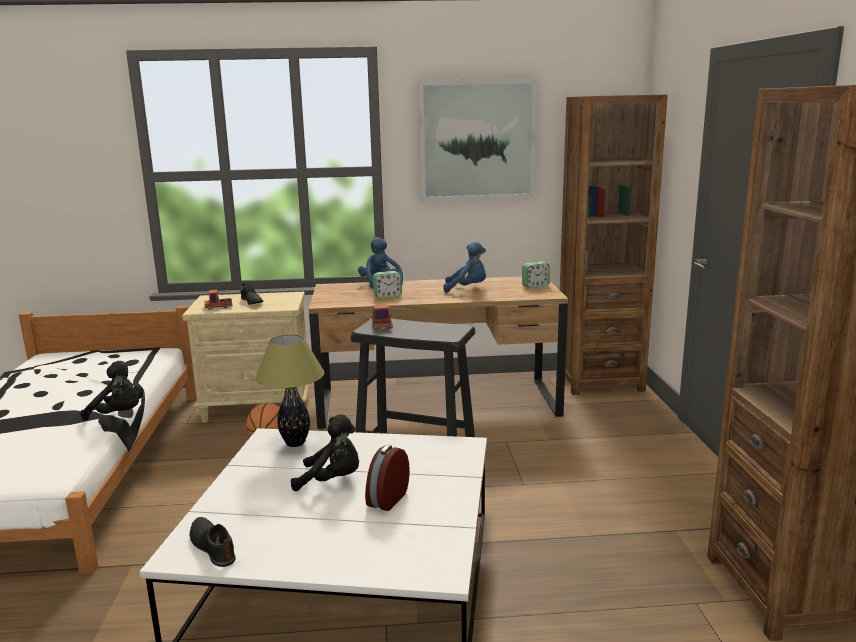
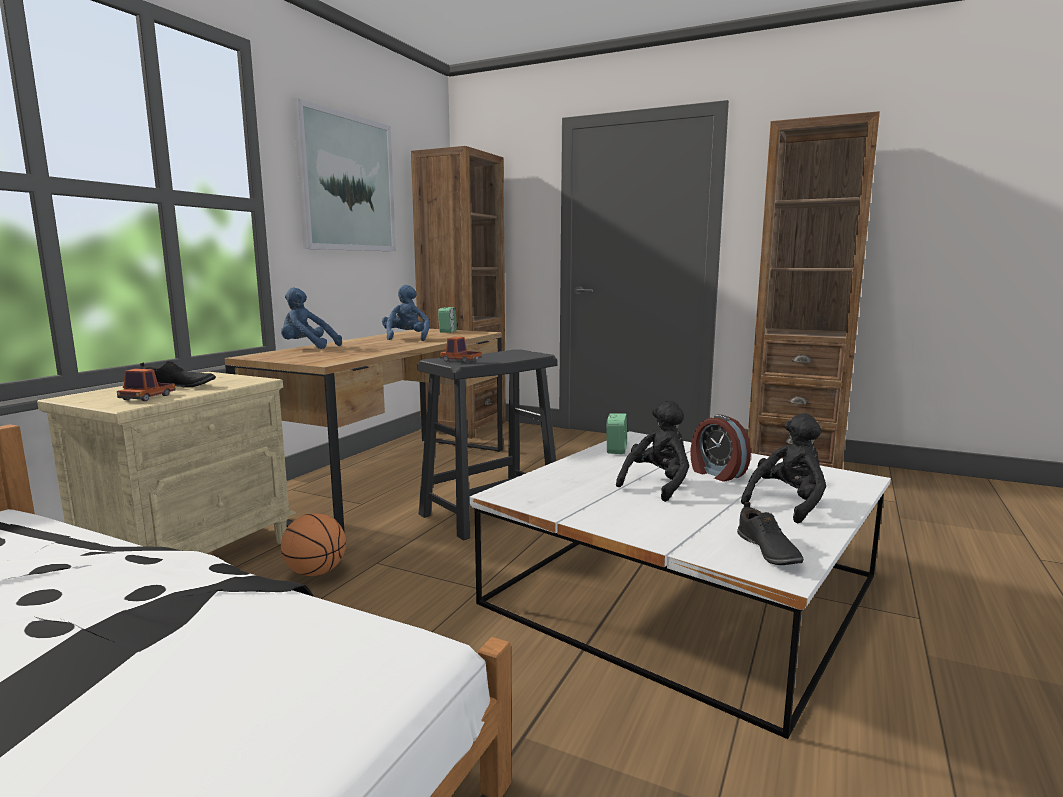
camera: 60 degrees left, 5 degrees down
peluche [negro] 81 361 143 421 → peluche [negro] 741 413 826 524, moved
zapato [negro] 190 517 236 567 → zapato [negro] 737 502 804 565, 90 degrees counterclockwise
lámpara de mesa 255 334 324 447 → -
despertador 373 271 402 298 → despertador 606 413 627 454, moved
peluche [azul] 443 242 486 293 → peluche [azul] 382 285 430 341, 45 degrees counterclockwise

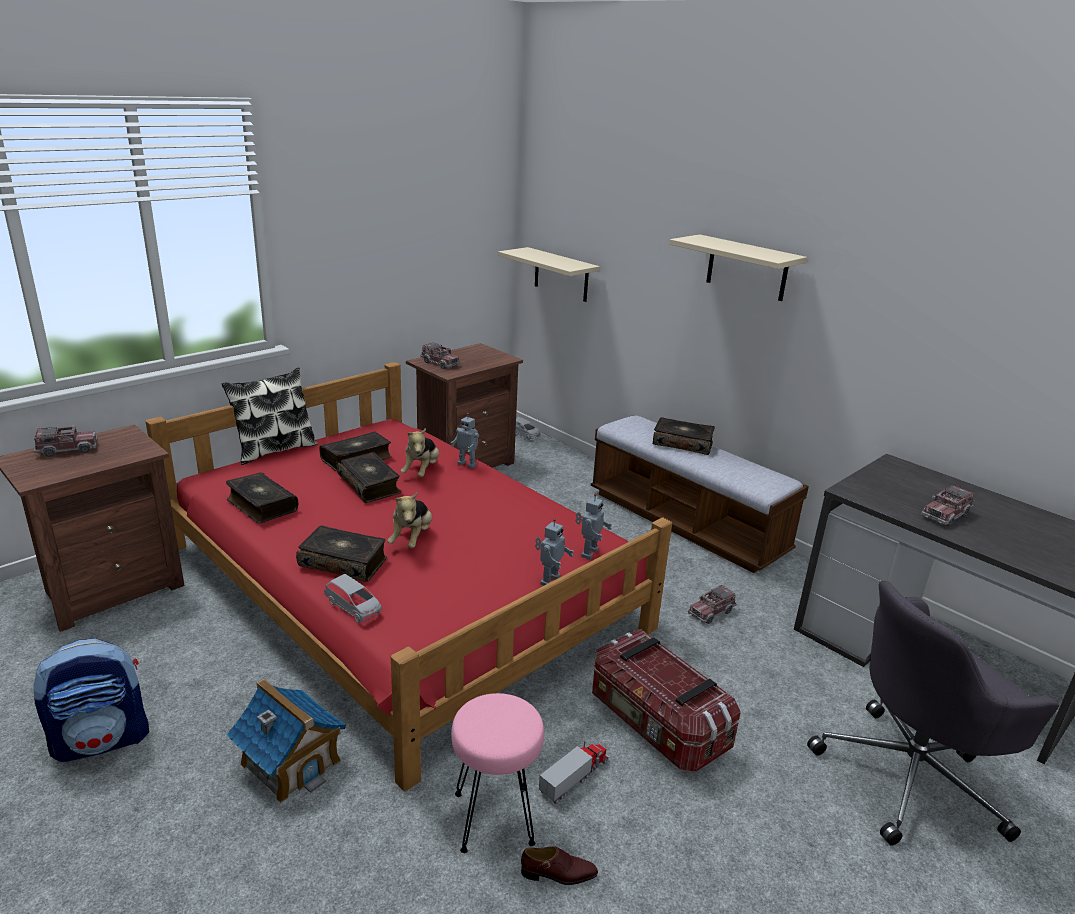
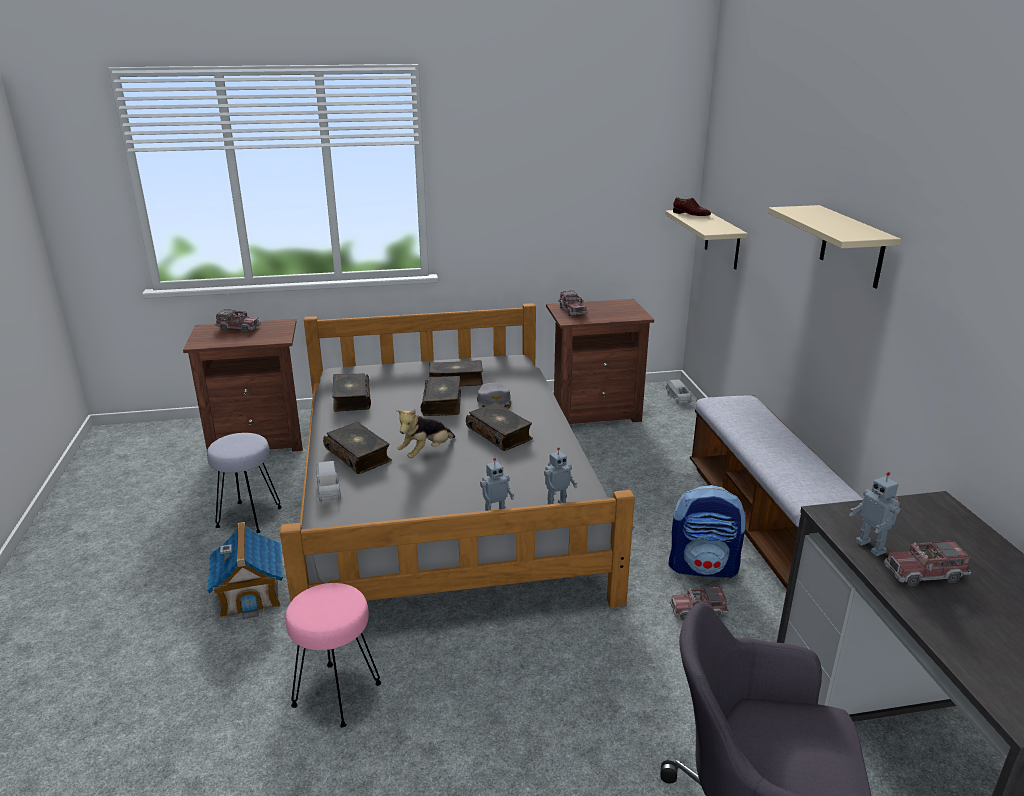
camera: 35 degrees right, 0 degrees up
mochila 33 638 149 762 → mochila 669 485 747 579, moved
cama [rojo] 145 362 672 791 → cama [gris] 280 303 635 646
cojín 222 367 318 465 → -
peluche 400 428 440 477 → gorra [gris] 477 383 511 409
robot de juguete 451 413 479 469 → robot de juguete 849 472 900 556, moved
zapato [marrón] 521 846 598 885 → zapato [marrón] 673 197 711 216, moved
camión de juguete 539 741 609 804 → -
caja de almacenaje 592 629 741 772 → -
libro 653 417 715 455 → libro 466 402 533 451, moved
- → taburete [gris] 207 433 282 533

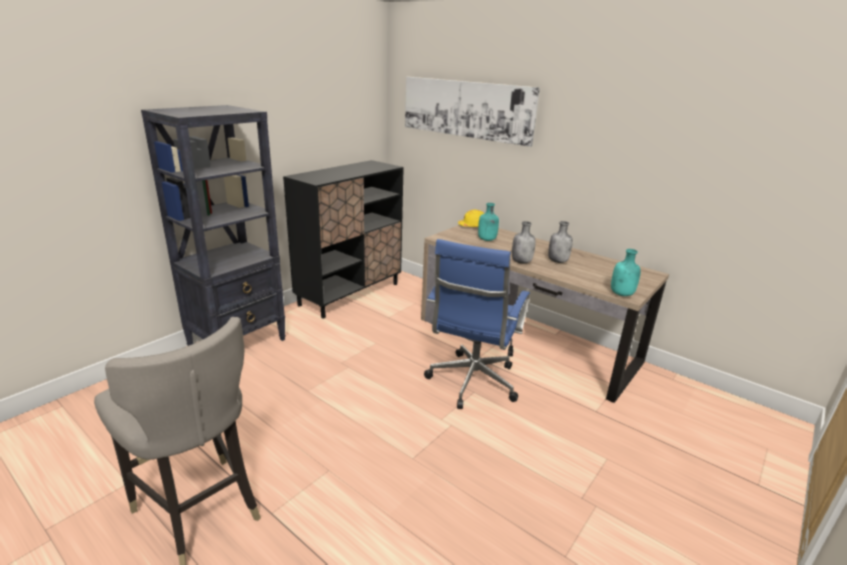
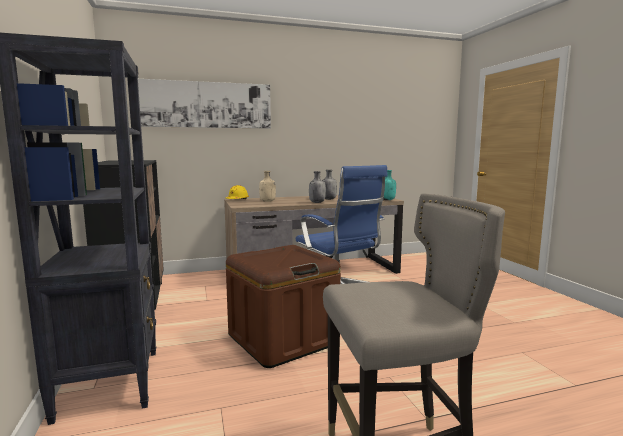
camera: 55 degrees left, 15 degrees down
botella [turquesa] 478 203 499 241 → botella [beis] 259 171 276 202
- → caja de almacenaje [marrón] 226 245 341 368

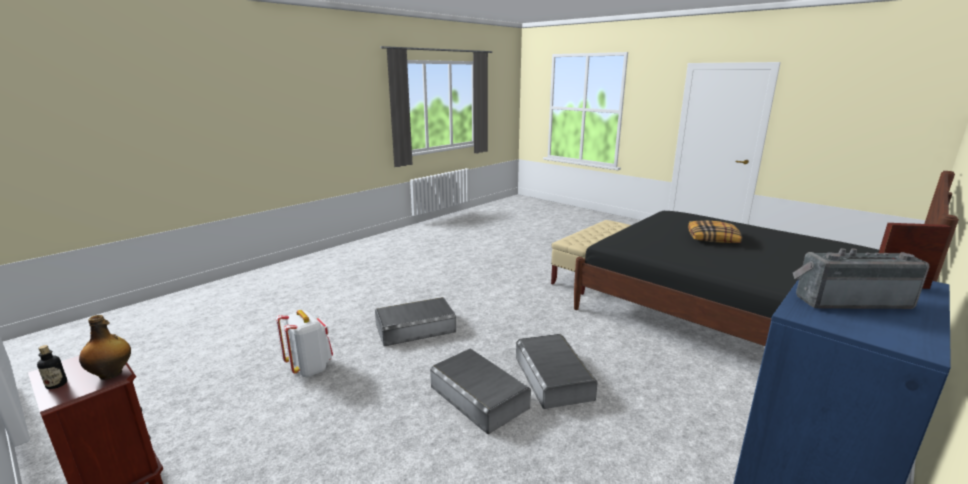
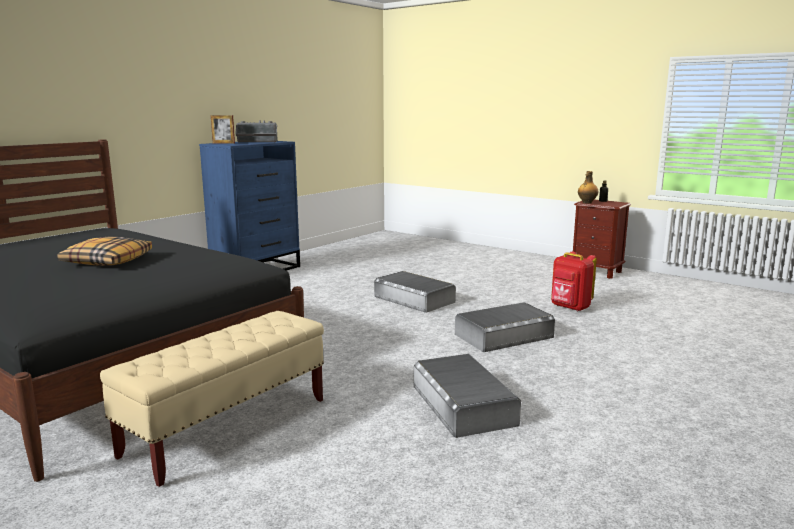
camera: 175 degrees right, 5 degrees down
mochila [blanco] 276 310 333 377 → mochila [rojo] 551 252 597 311
caja de almacenaje [gris] 516 334 598 409 → caja de almacenaje [gris] 414 354 521 438, moved

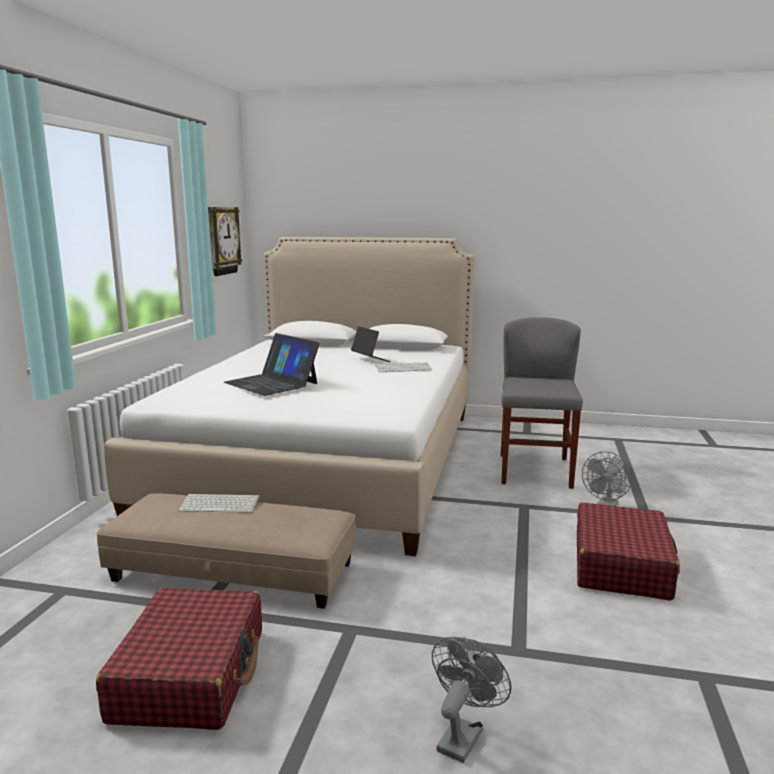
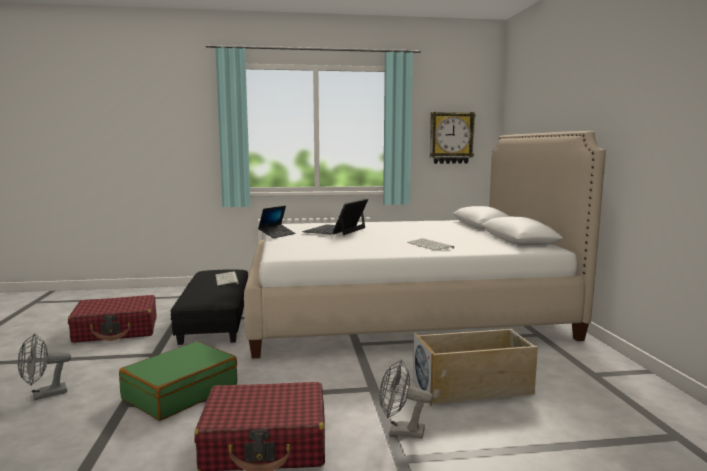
camera: 70 degrees right, 5 degrees down
puf [beis] 97 493 356 609 → puf [negro] 171 270 248 345
portátil 351 326 391 362 → portátil 258 206 296 238, moved
ventilador [gris] 432 637 512 763 → ventilador [gris] 18 333 71 400, 135 degrees clockwise
silla [gris] 501 317 583 489 → caja de almacenaje [beis] 413 329 538 406
- → maleta [verde] 119 342 237 421

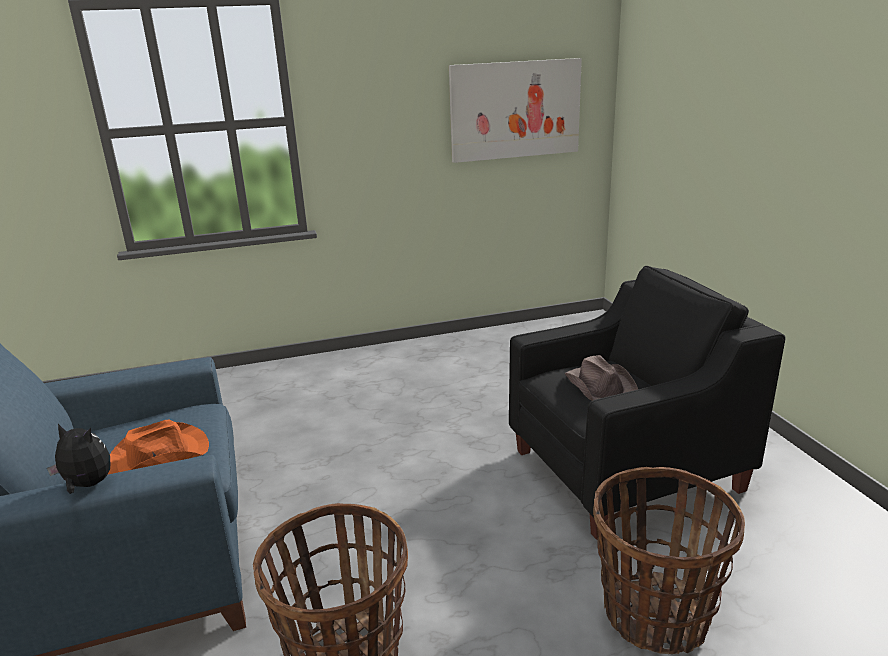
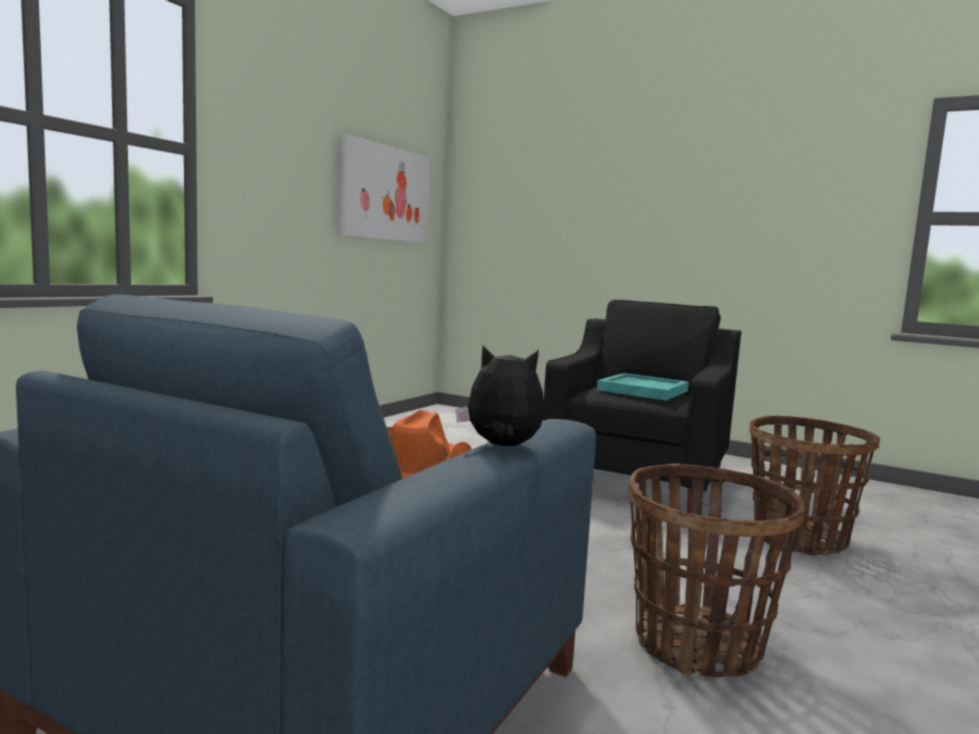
camera: 45 degrees left, 15 degrees down
peluche 47 424 110 494 → peluche 455 345 545 446, 45 degrees clockwise
sombrero [marrón] 564 355 638 401 → bandeja [turquesa] 597 373 689 401

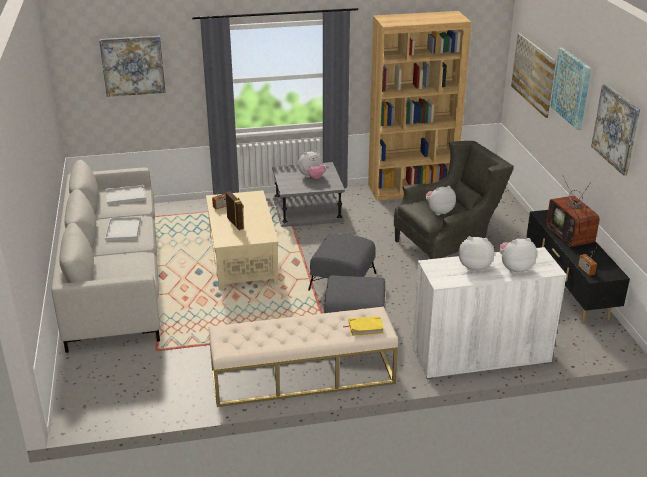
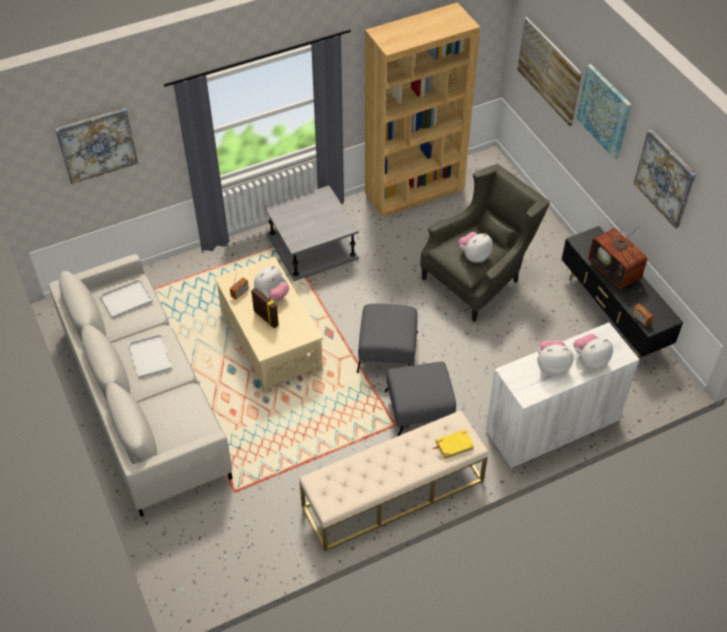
camera: 15 degrees left, 20 degrees up
peluche 298 150 325 179 → peluche 254 266 289 301, moved

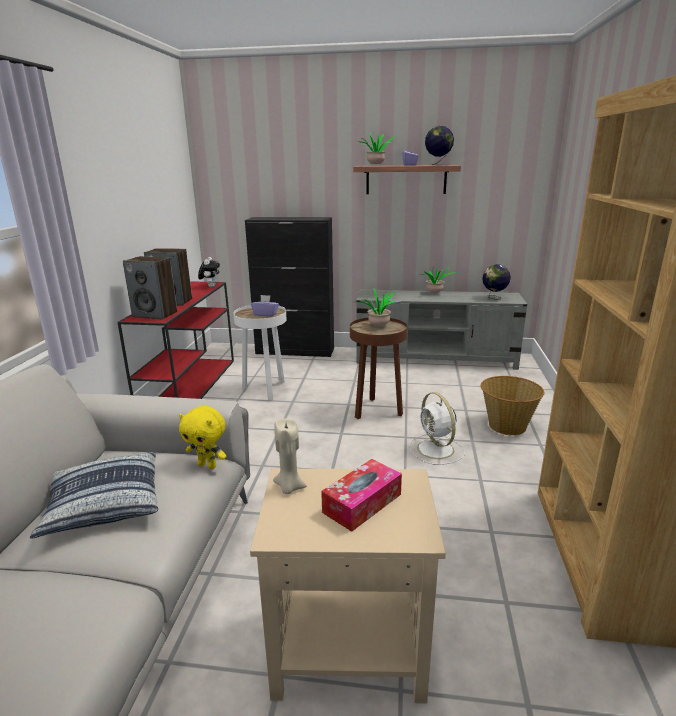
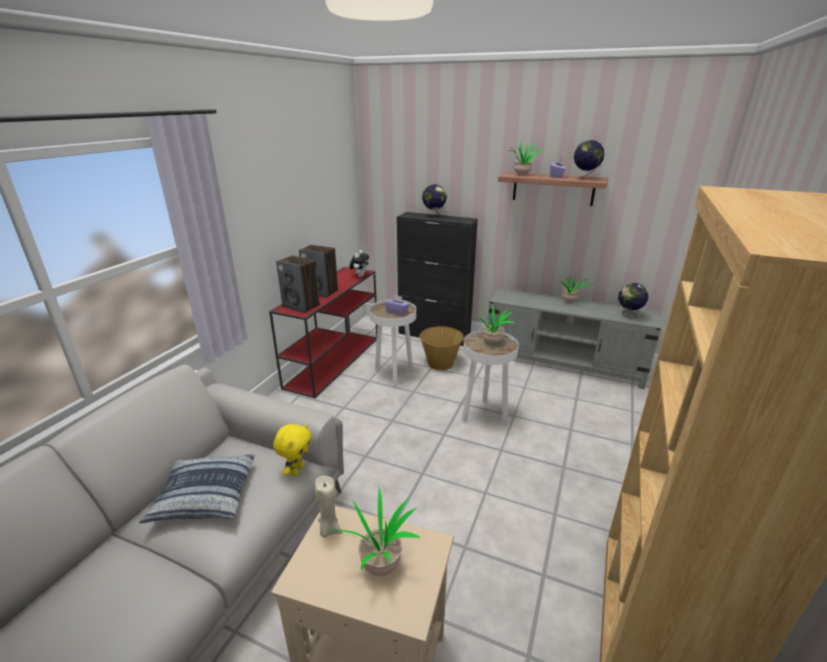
camera: 15 degrees right, 5 degrees up
peluche [amarillo] 179 406 226 469 → peluche [amarillo] 273 423 311 476, 105 degrees counterclockwise
caja de pañuelos 321 459 402 532 → planta en maceta 329 488 420 576
mesa auxiliar [marrón] 350 317 407 419 → mesa auxiliar [blanco] 462 330 519 426
ventilador [blanco] 409 392 465 465 → -
cesta 481 376 544 435 → cesta 420 326 464 370, moved
- → globo terráqueo 422 184 447 219

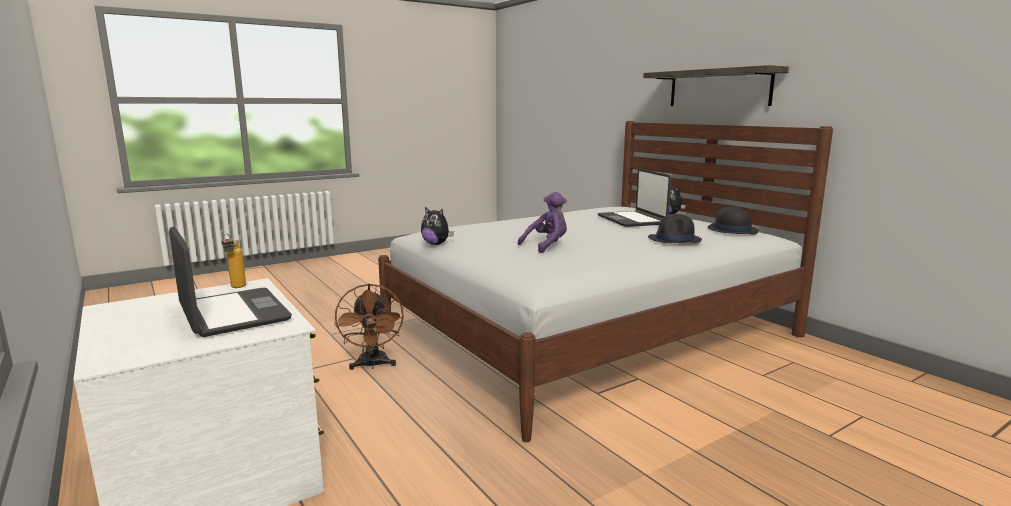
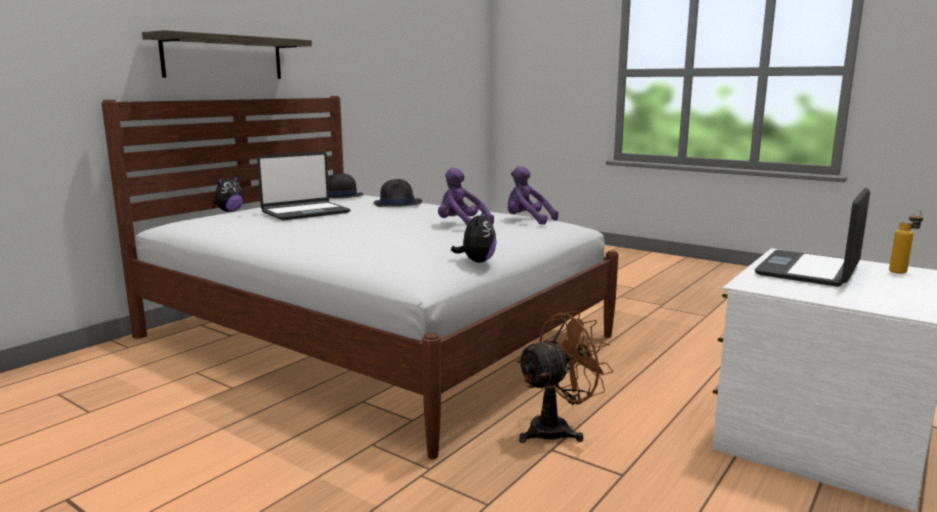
camera: 110 degrees left, 0 degrees up
botella 221 233 246 288 → botella 889 209 923 274, moved
- → peluche [morado] 508 166 558 225

